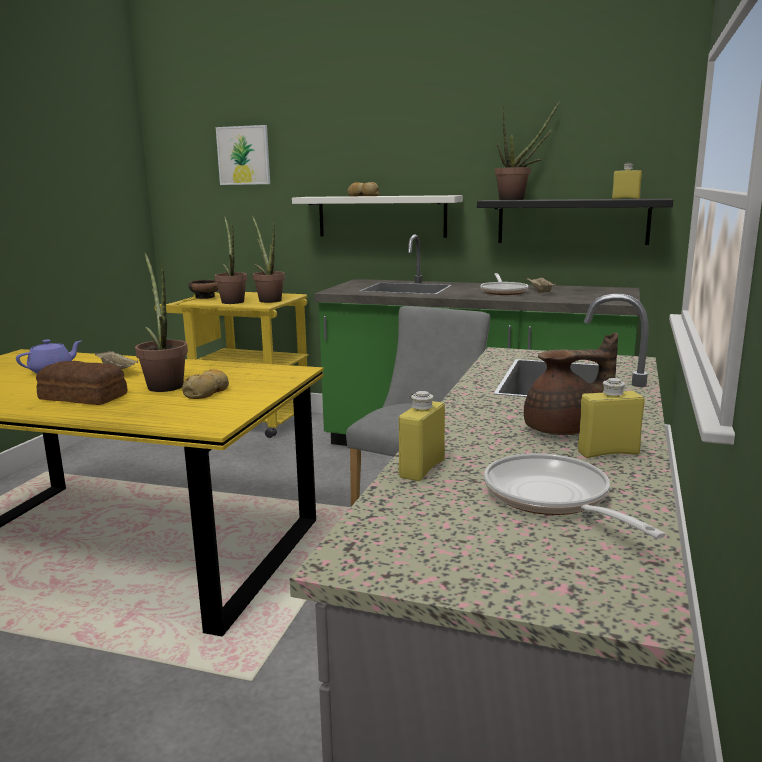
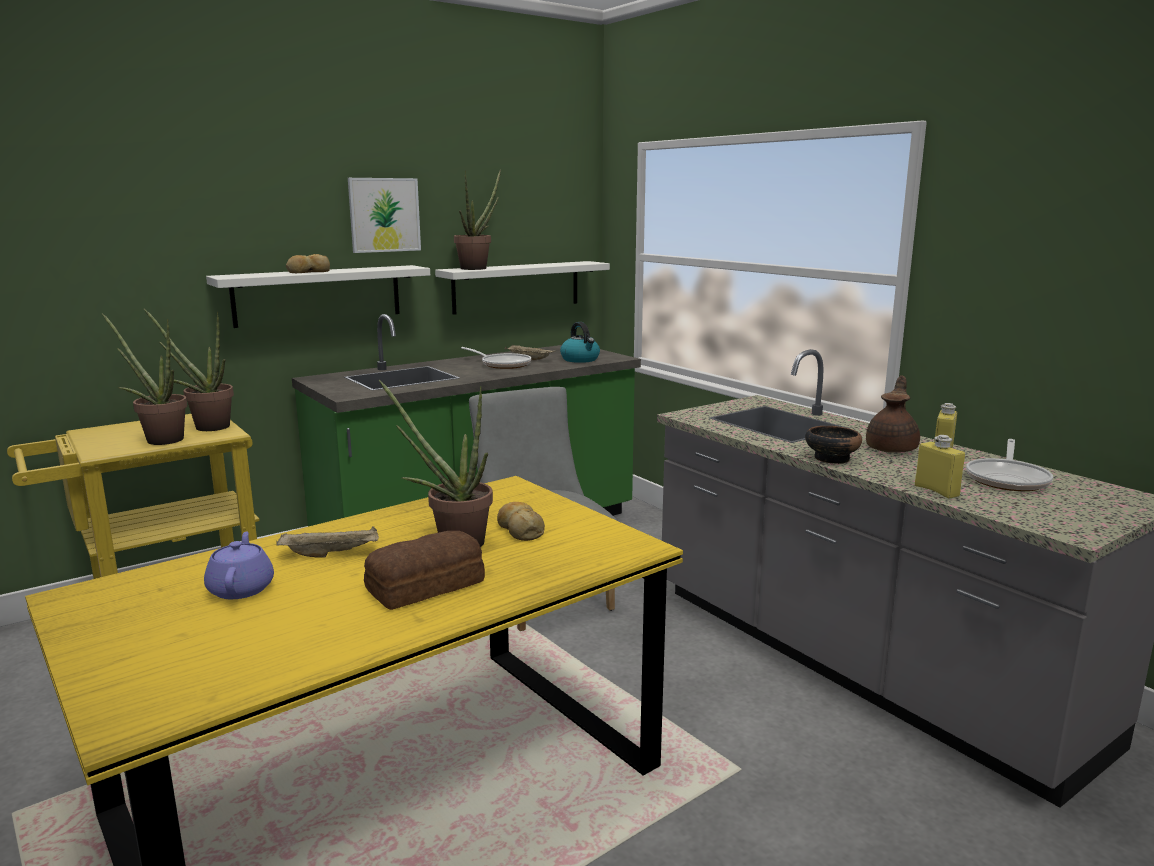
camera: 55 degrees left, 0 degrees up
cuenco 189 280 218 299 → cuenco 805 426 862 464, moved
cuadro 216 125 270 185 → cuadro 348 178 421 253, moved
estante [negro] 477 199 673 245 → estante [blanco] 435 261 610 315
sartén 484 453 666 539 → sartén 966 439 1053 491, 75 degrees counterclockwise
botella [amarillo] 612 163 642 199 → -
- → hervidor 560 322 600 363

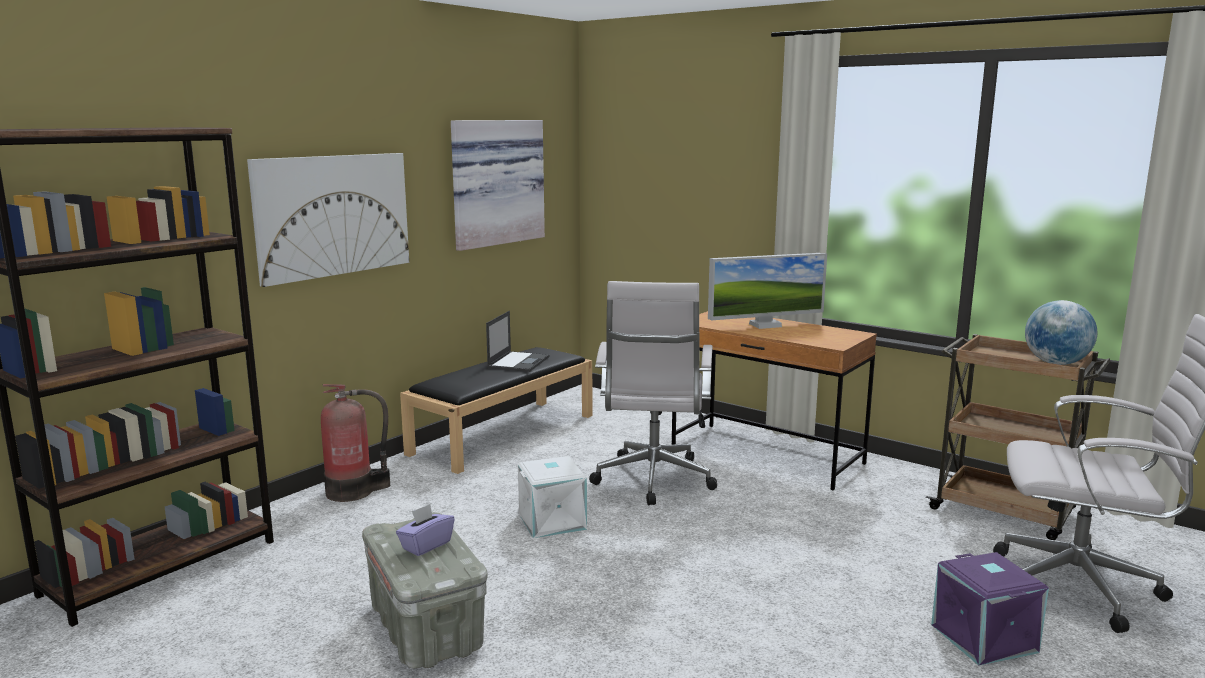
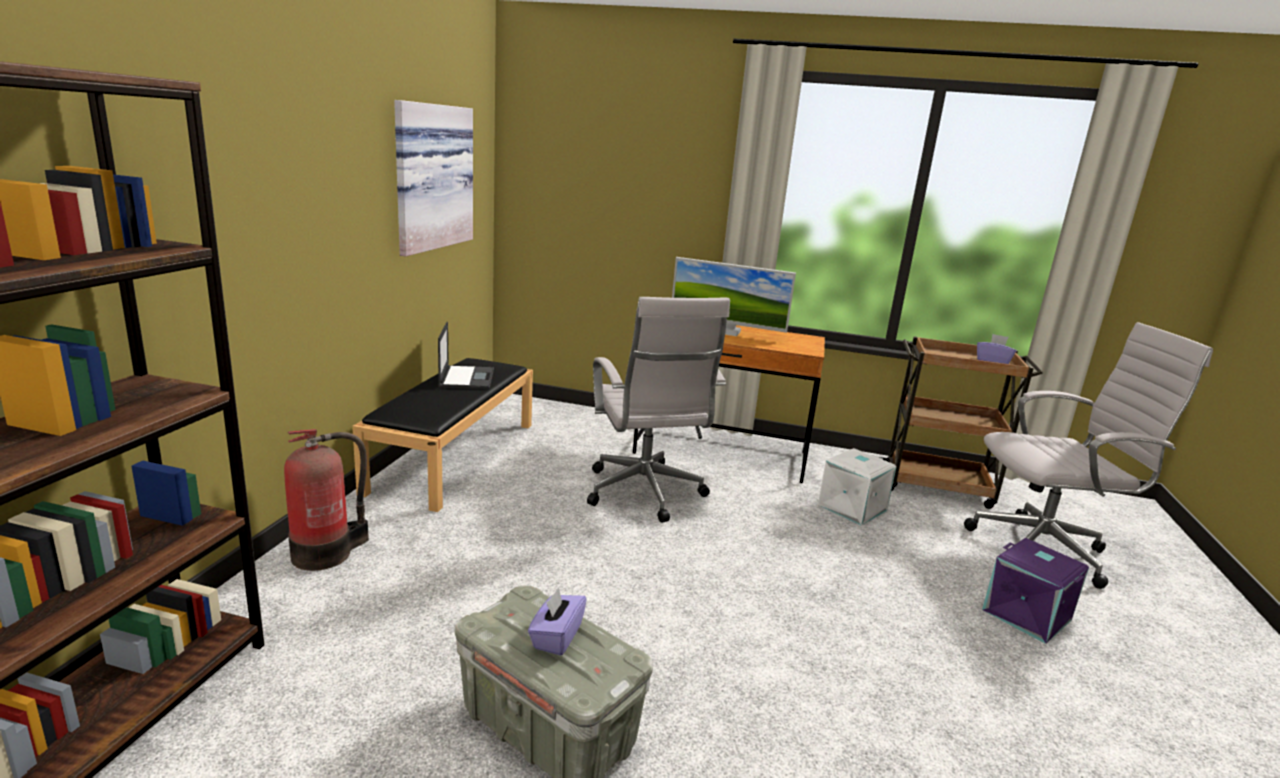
camera: 25 degrees left, 5 degrees up
cuadro 247 153 409 287 → -
caja de almacenaje [blanco] 518 456 587 538 → caja de almacenaje [blanco] 818 448 897 525, moved
monitor 708 253 827 329 → monitor 672 257 796 336, 60 degrees clockwise
globo terráqueo 1025 300 1097 365 → caja de pañuelos [morado] 977 334 1016 364

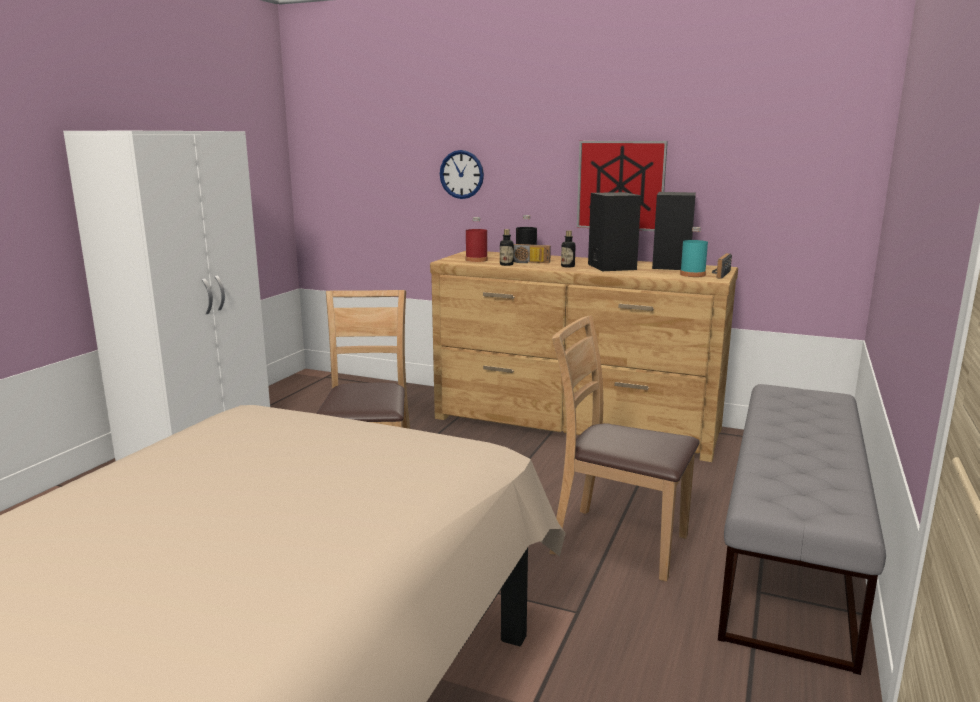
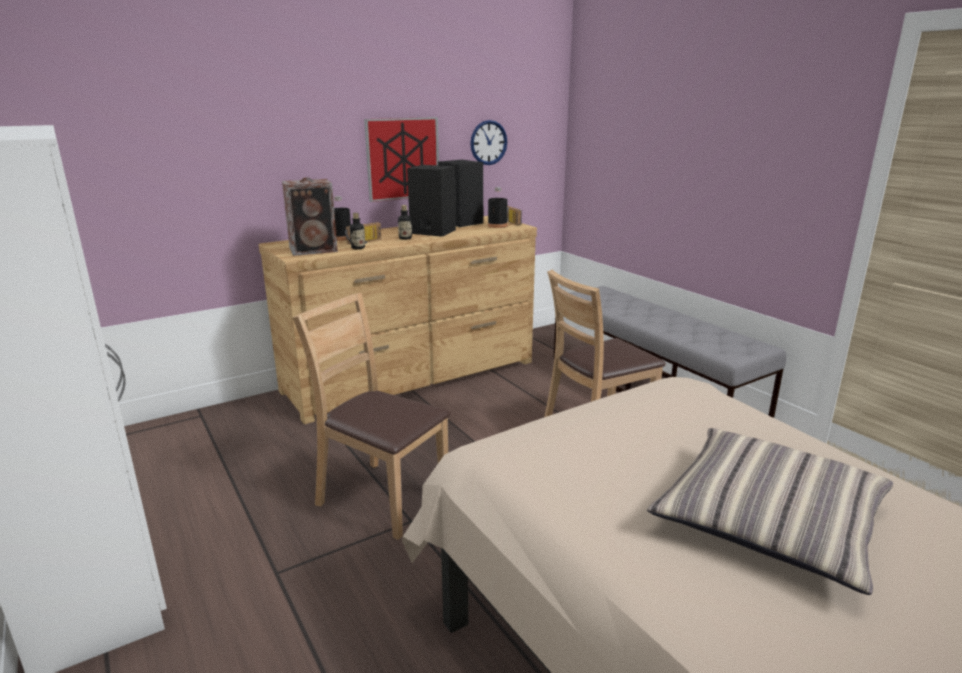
camera: 55 degrees left, 5 degrees up
reloj de pared 440 150 484 199 → reloj de pared 470 120 507 165, moved
botella [rojo] 466 217 488 262 → altavoz 282 177 338 256
botella [turquesa] 680 227 708 277 → botella [negro] 488 187 507 228
- → cojín 647 428 893 595

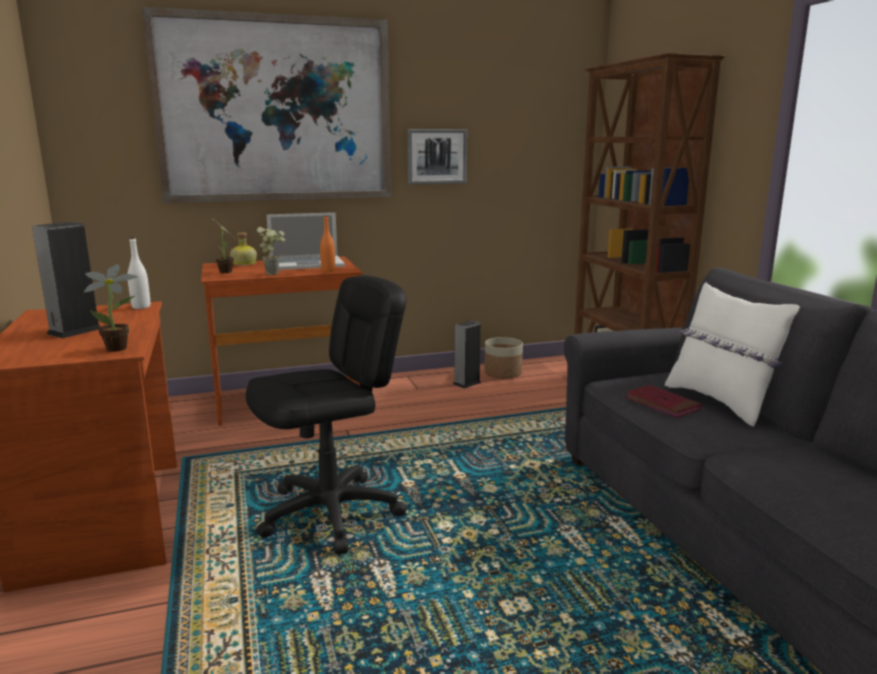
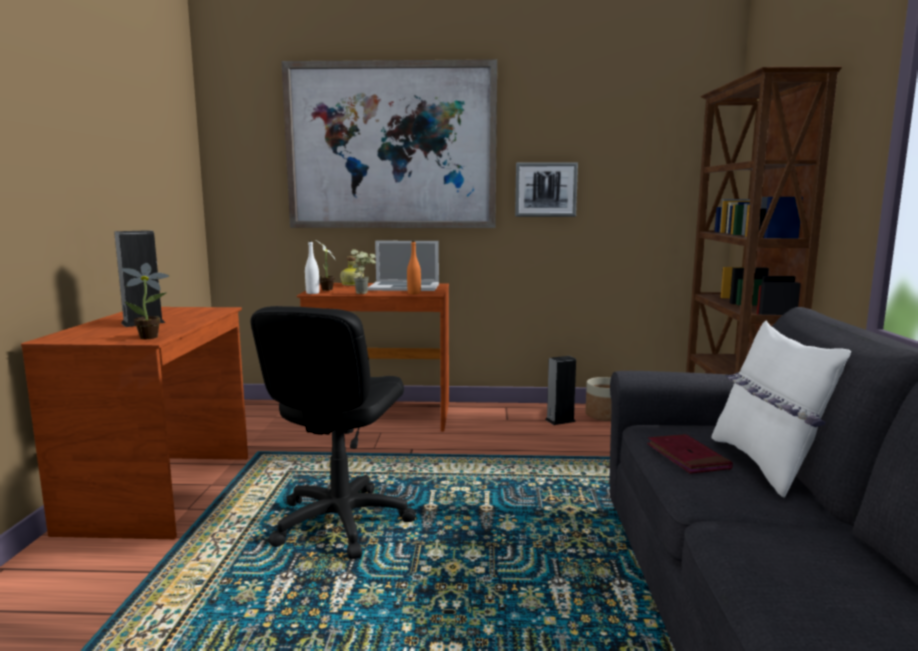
camera: 20 degrees right, 5 degrees down
botella [blanco] 128 237 150 309 → botella [blanco] 305 241 320 294, moved
silla de oficina [negro] 246 275 406 555 → silla de oficina [negro] 251 306 416 559, 120 degrees clockwise

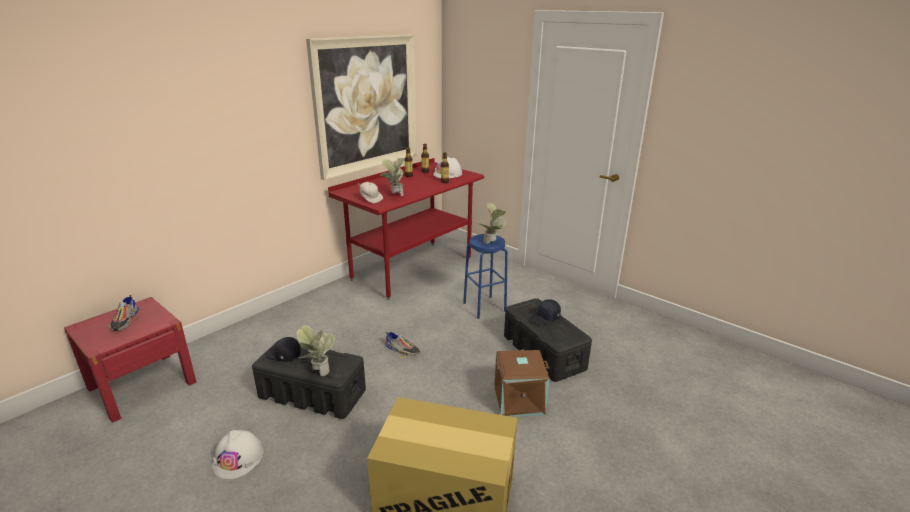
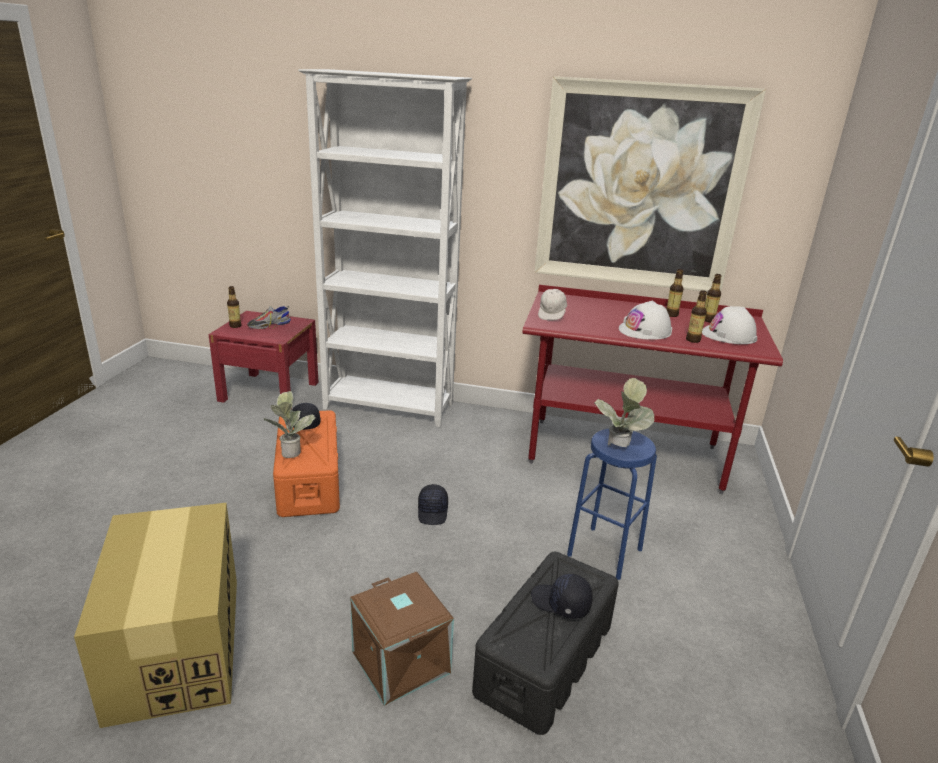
camera: 60 degrees right, 0 degrees up
casco [blanco] 212 430 263 479 → casco [blanco] 619 301 672 340, moved
caja de almacenaje [negro] 252 342 366 419 → caja de almacenaje [naranja] 273 410 340 517
planta en maceta 380 158 404 196 → -
zapato 385 332 420 358 → gorra [negro] 418 484 448 525
- → botella 227 286 241 328
- → estantería [blanco] 298 69 472 427

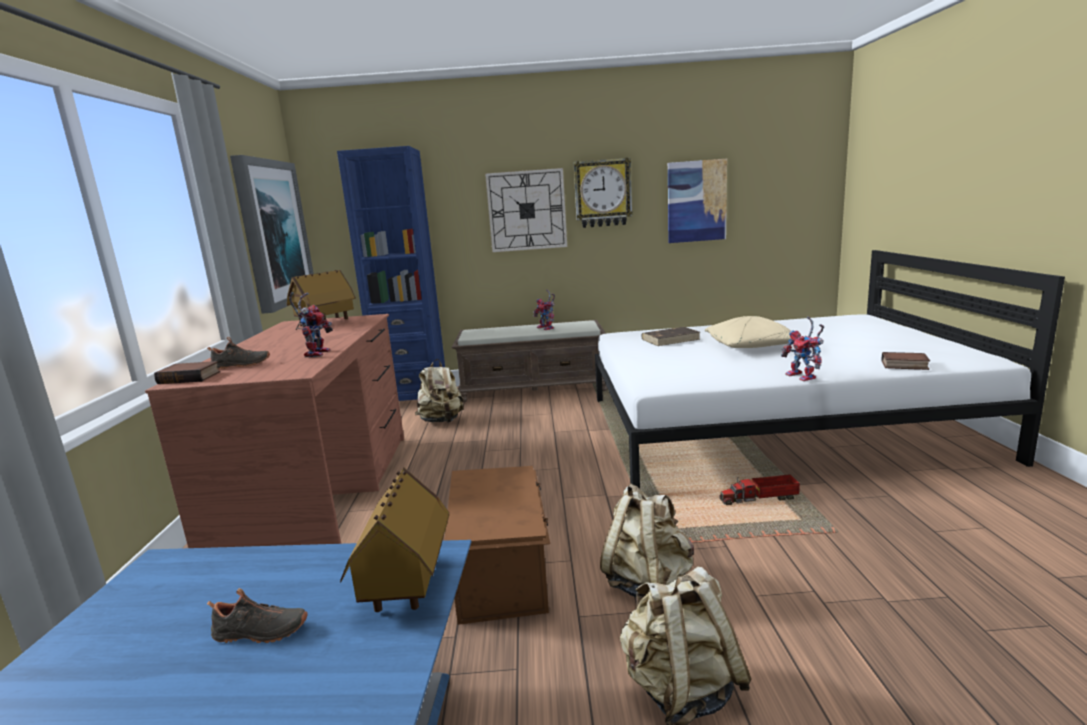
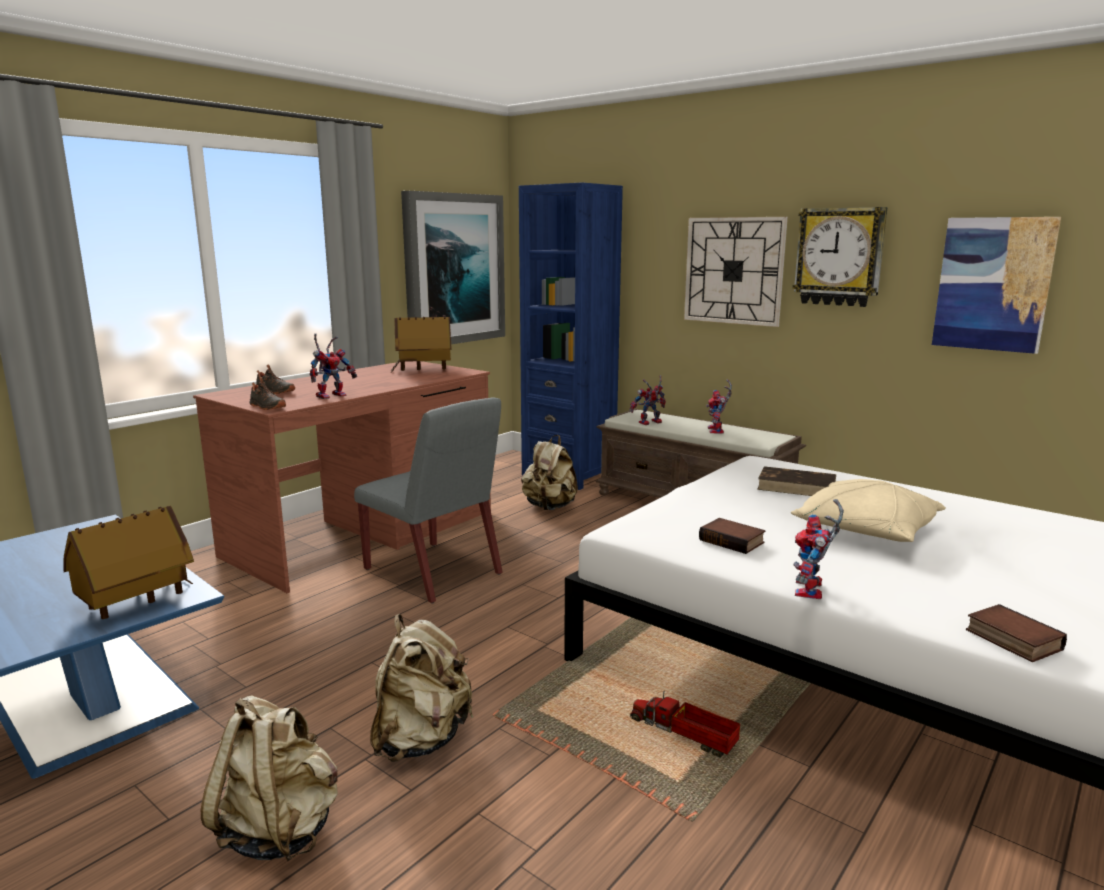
camera: 40 degrees right, 0 degrees up
libro 154 361 220 384 → libro 699 518 765 554, moved
zapato [negro] 207 588 307 643 → zapato [negro] 249 377 286 410, moved
caja de almacenaje [marrón] 444 466 550 625 → -
- → silla [gris] 354 397 503 603
- → robot de juguete 629 375 666 425

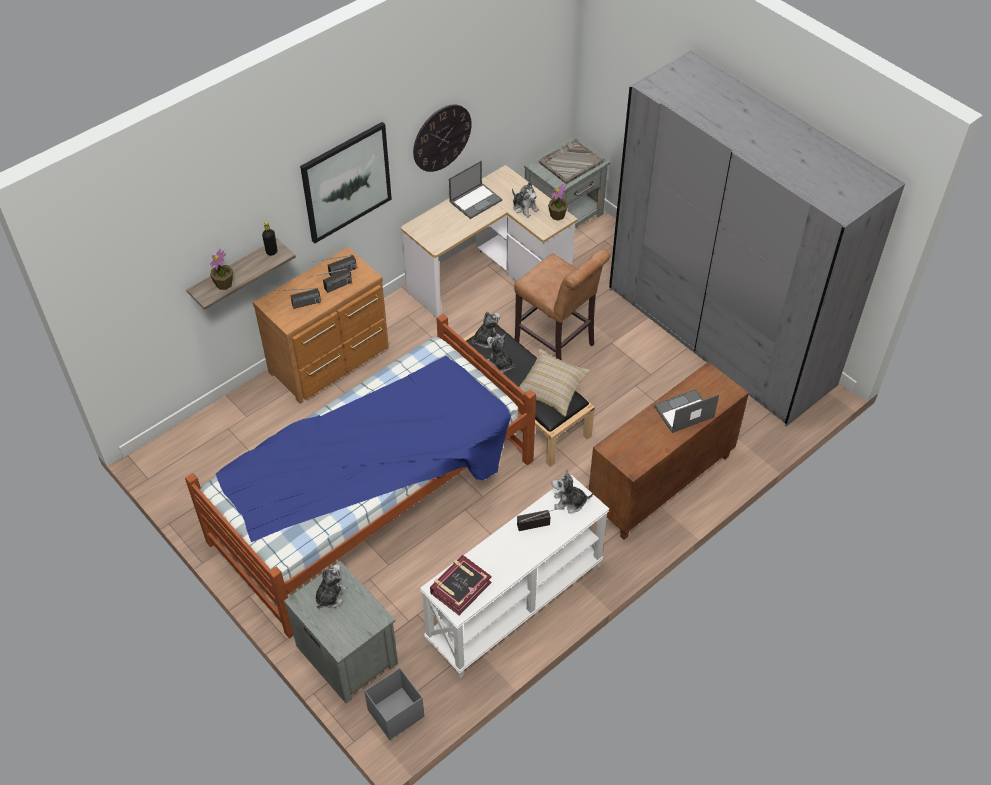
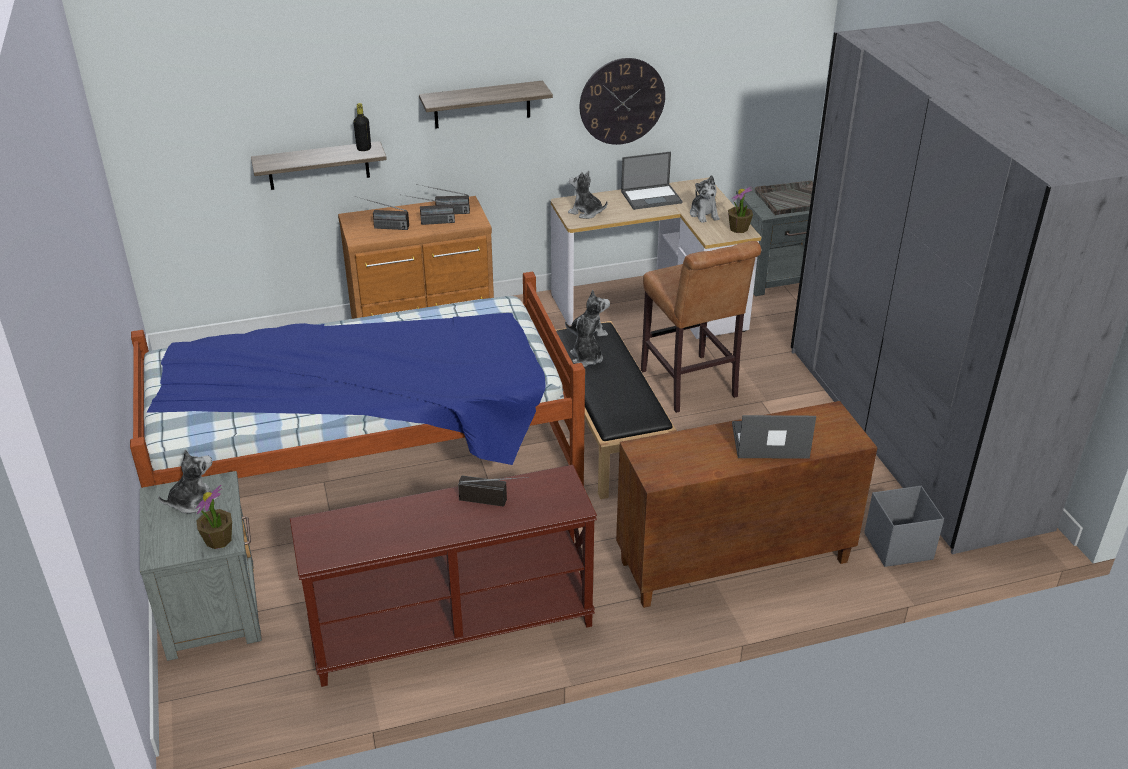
camera: 25 degrees right, 15 degrees down
planta en maceta 210 249 233 290 → planta en maceta 196 485 232 549, moved
cuadro 300 122 392 243 → estante 419 81 553 129
caja de almacenaje [gris] 364 668 424 740 → caja de almacenaje [gris] 864 486 944 567, moved
mesa consola [blanco] 420 475 609 678 → mesa consola [marrón] 290 465 597 687
libro 430 555 492 615 → -
cojín [beis] 519 348 590 417 → -
peluche 552 470 593 513 → peluche 568 171 608 219, moved

